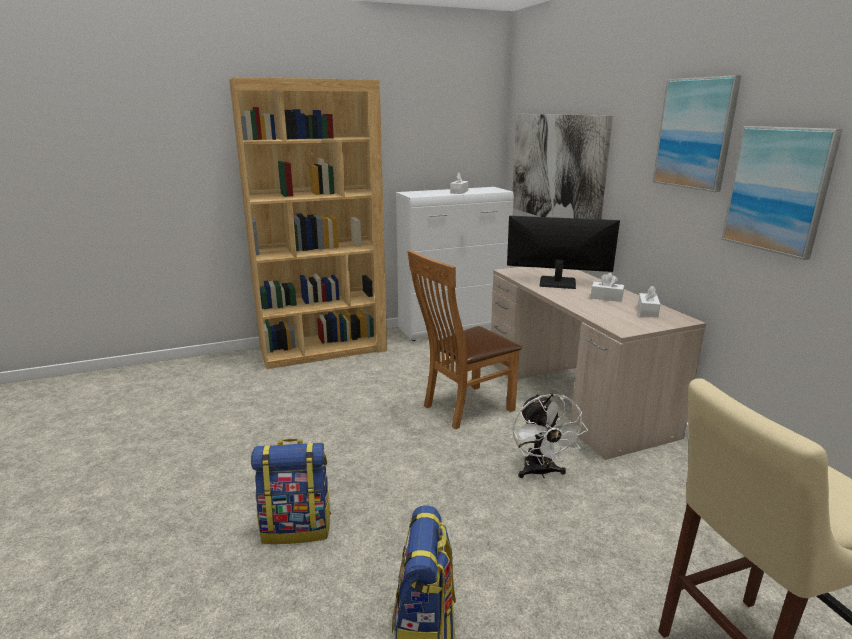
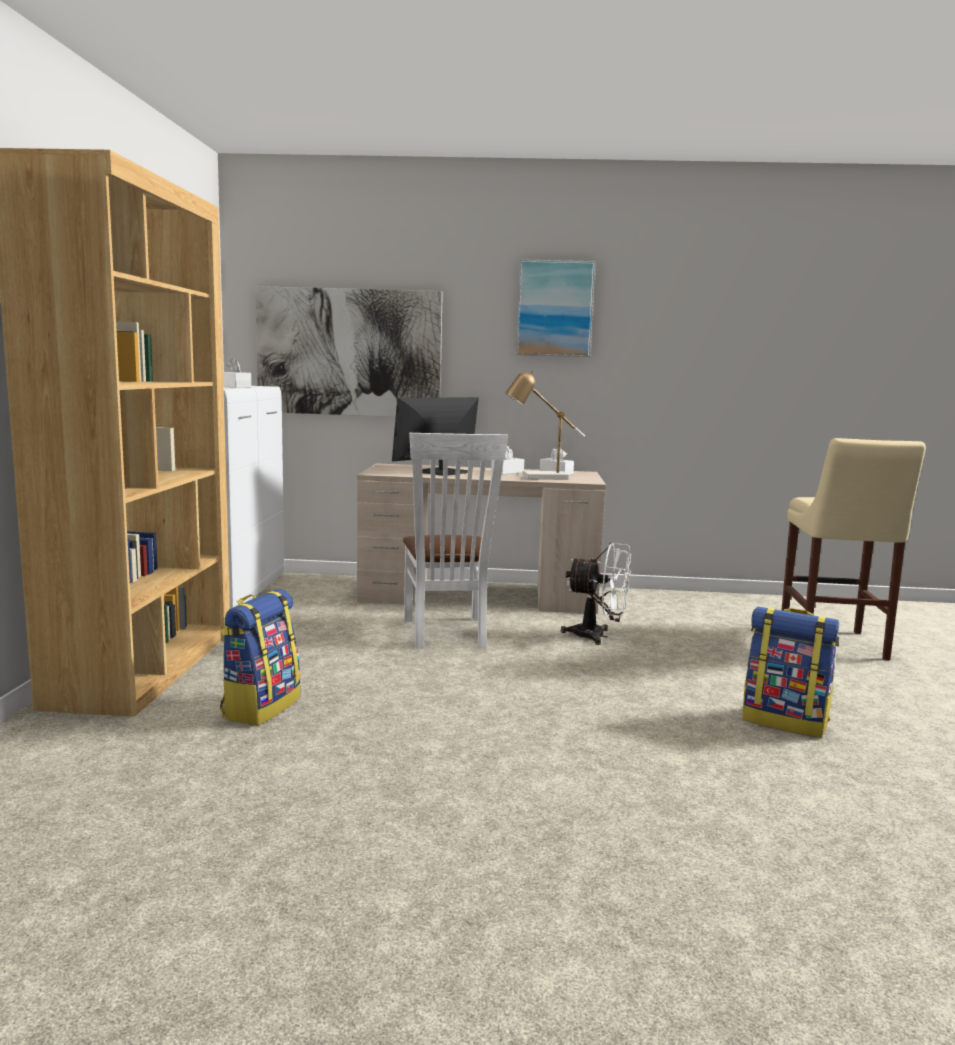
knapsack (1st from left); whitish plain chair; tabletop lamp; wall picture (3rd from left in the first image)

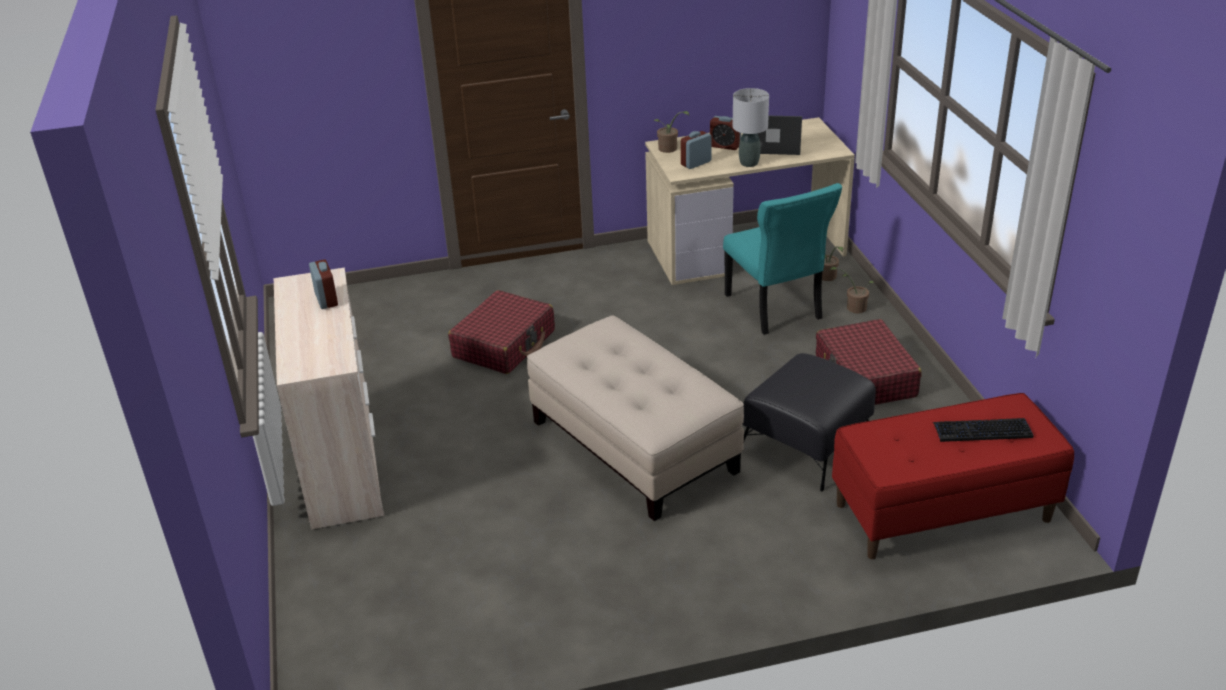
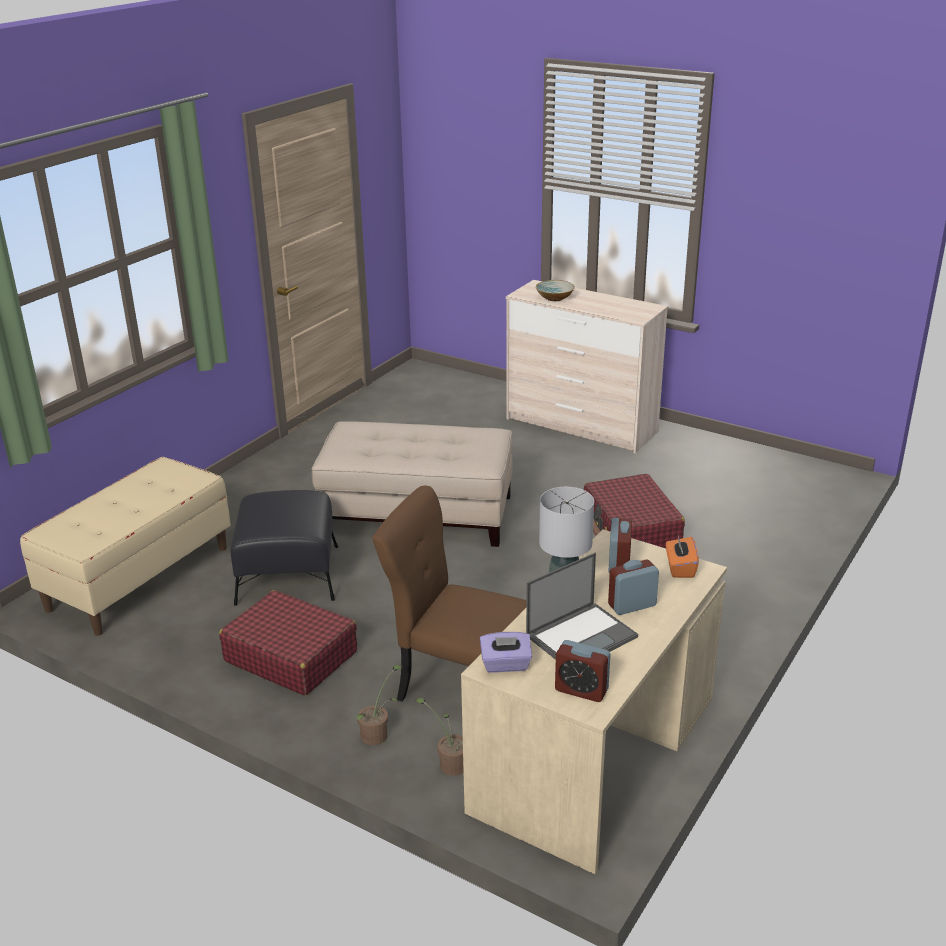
beige-coloured long seat; brown plain chair; purplish tissue holder; bowl; table clock (1st from left); orangey tissue holder; PC keyboard

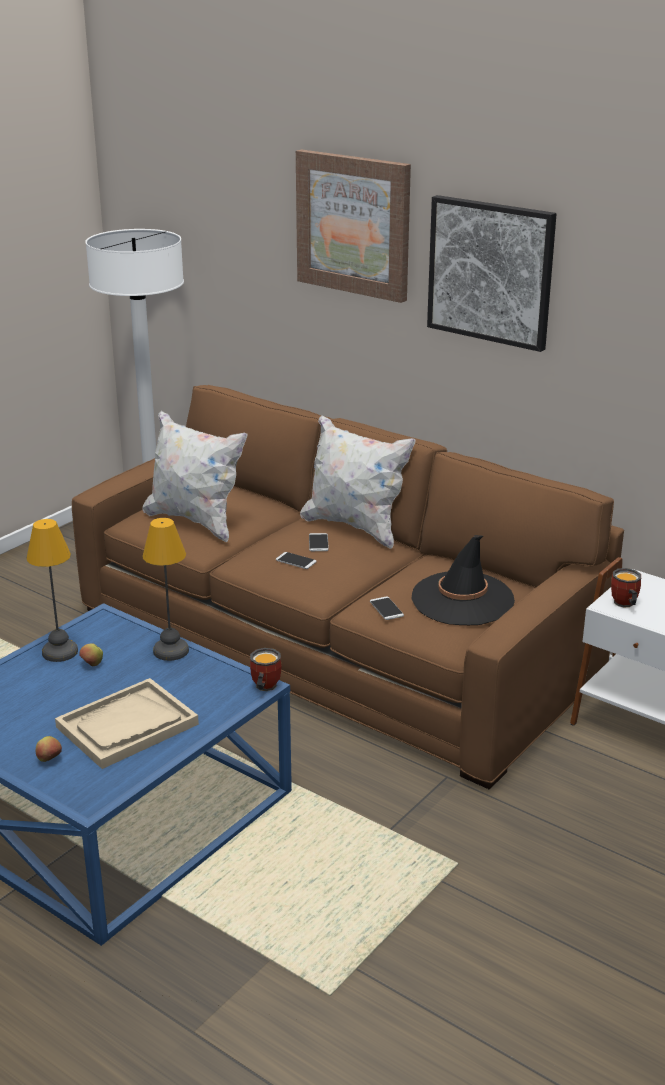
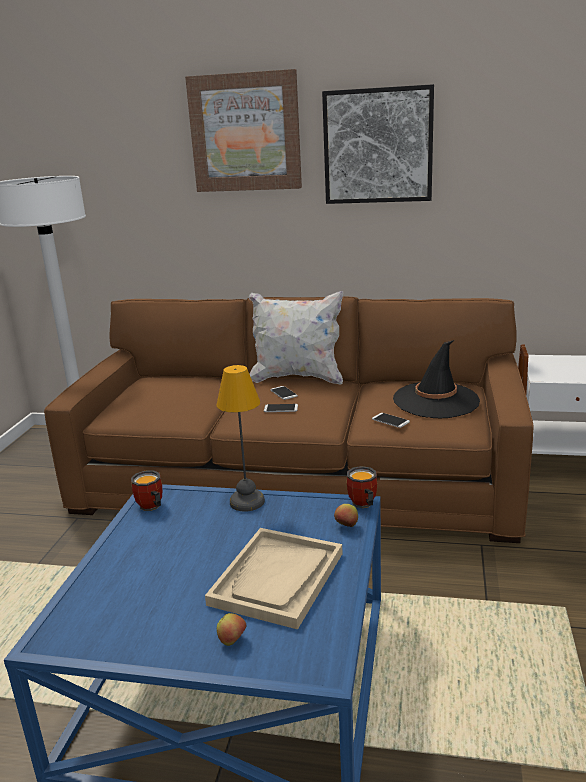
mug (1st from left); whole apple (2nd from left); tabletop lamp (1st from left in the first image); whitish pillow (1st from left in the first image)

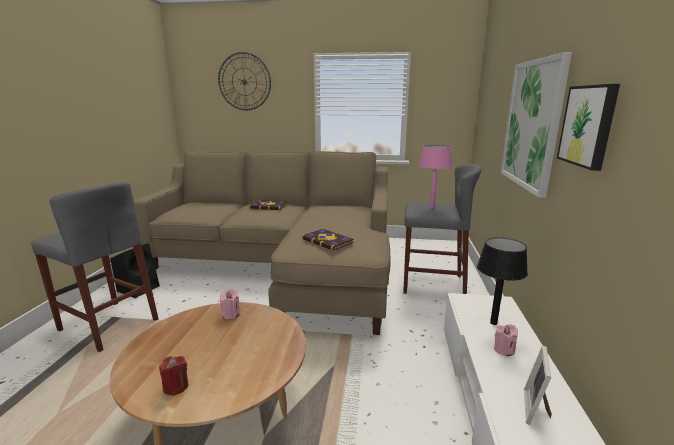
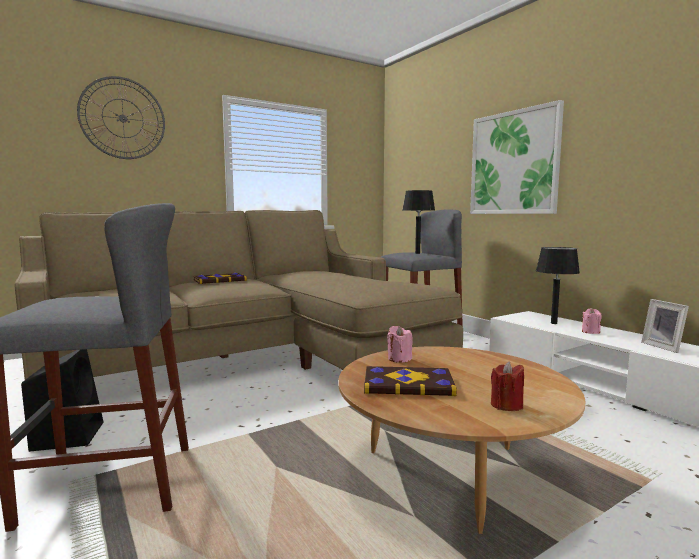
book (2nd from left); black-coloured tabletop lamp (1st from left); wall picture (2nd from left in the first image)

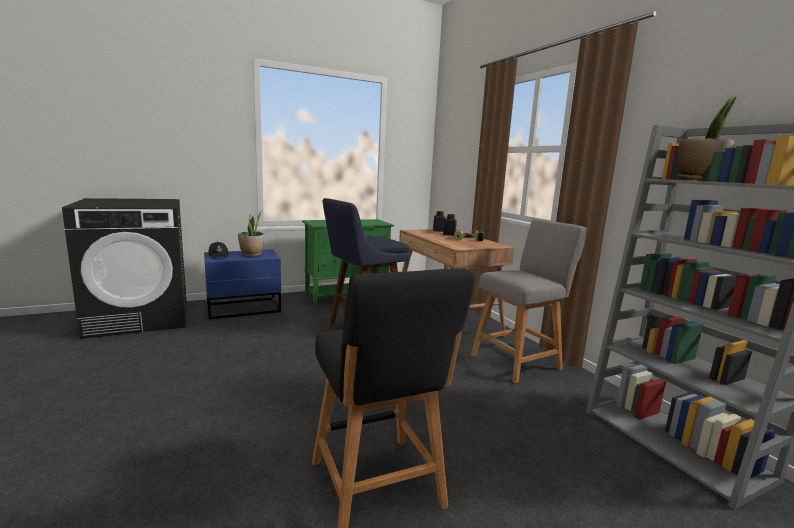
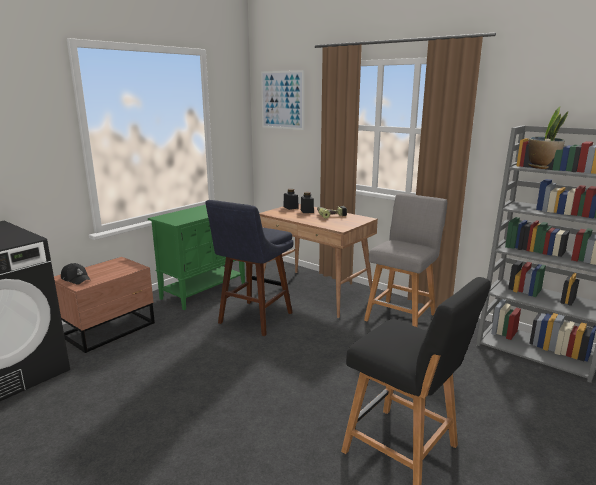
brown night table; wall picture; potted plant (1st from left in the first image)

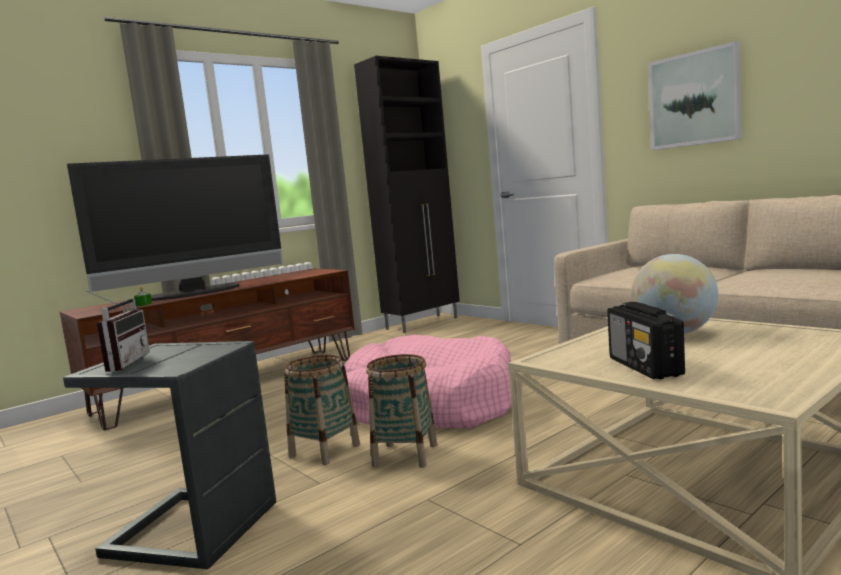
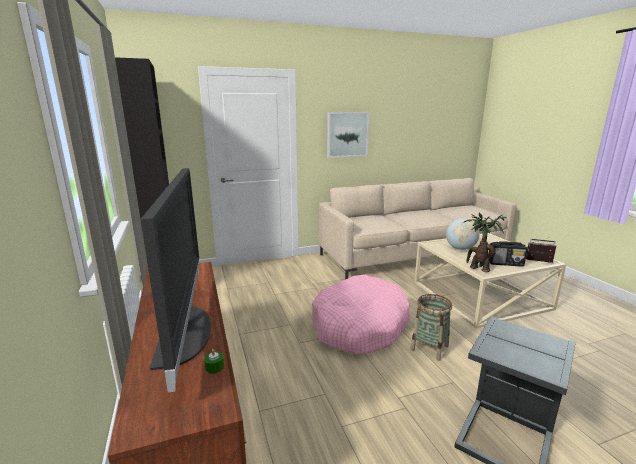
potted plant; radio set (2nd from left); storage basket (1st from left in the first image)

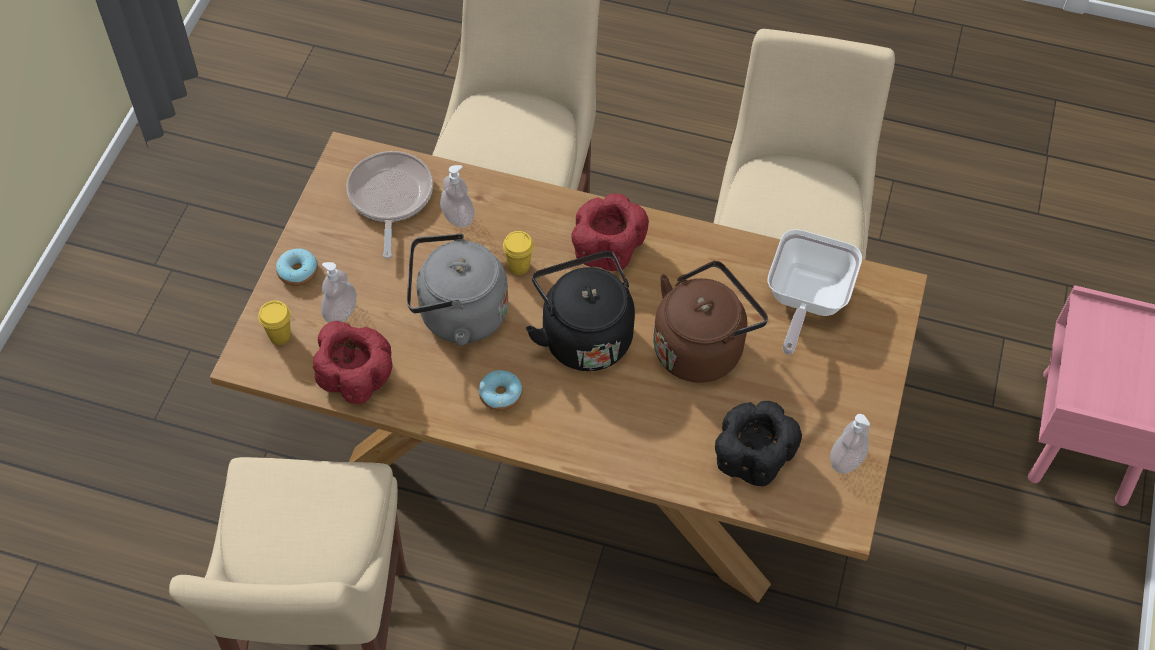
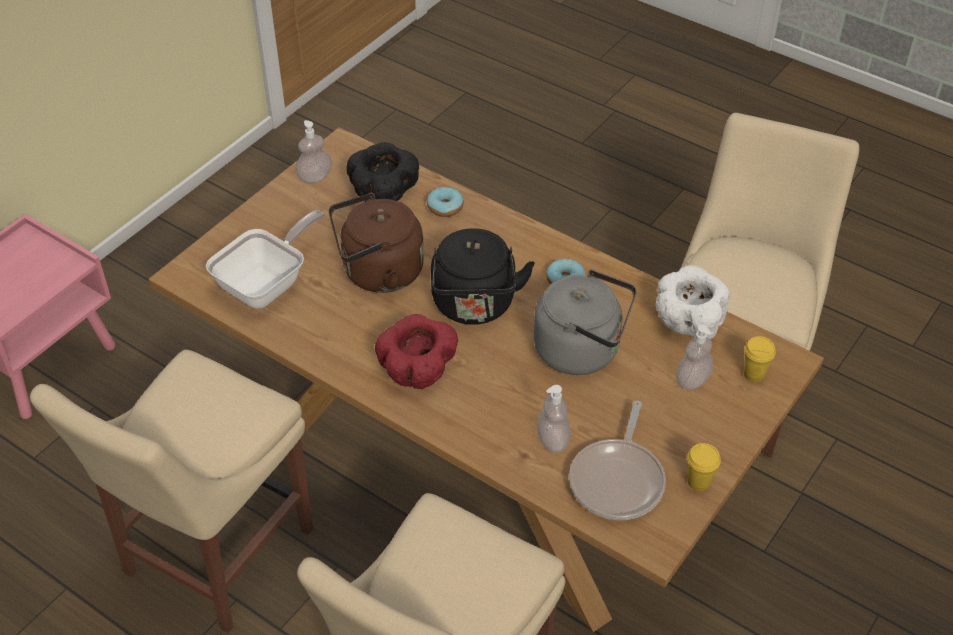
ring doughnut (1st from left); whitish bowl; yellowish drinking cup (1st from left)

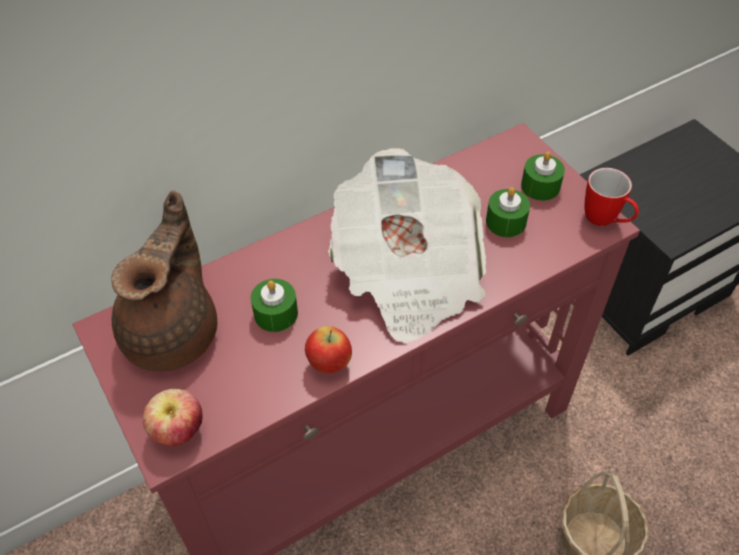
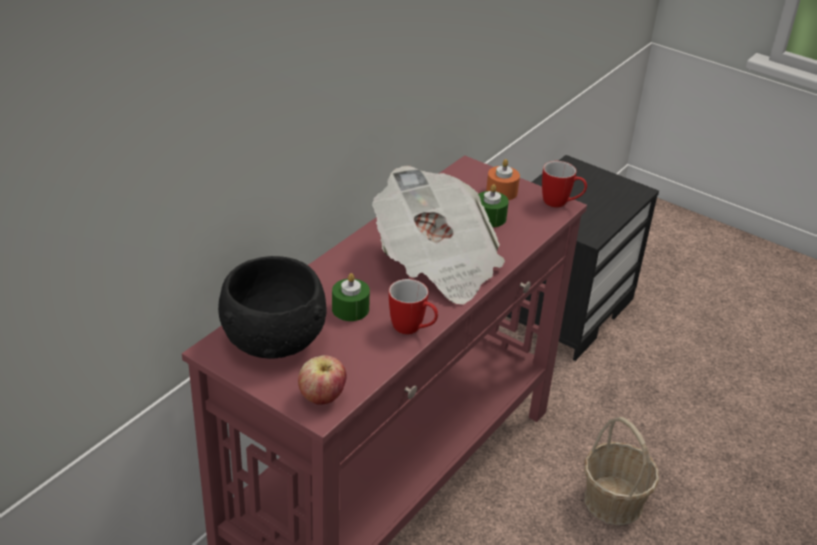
black-coloured bowl; mug (1st from left); orangey wax light

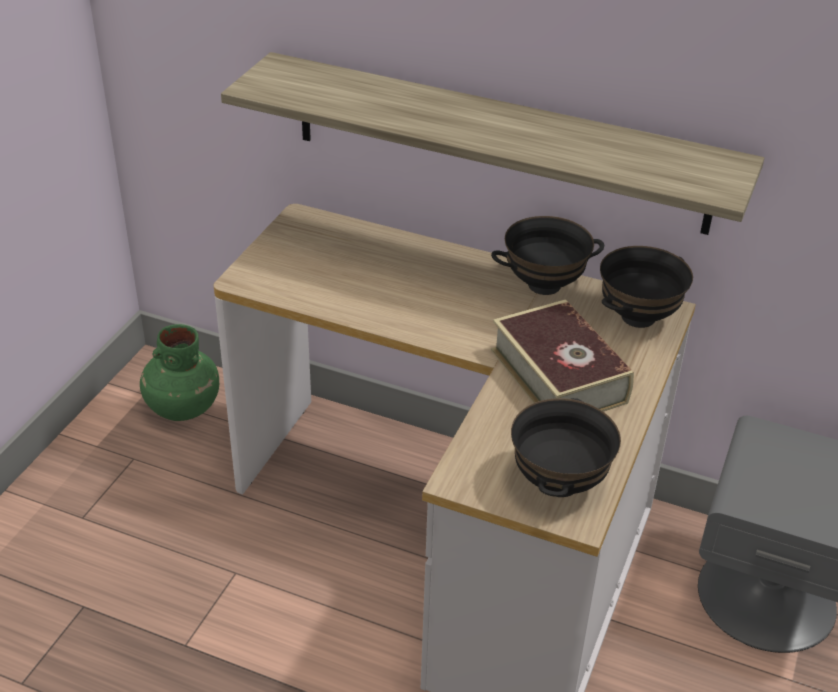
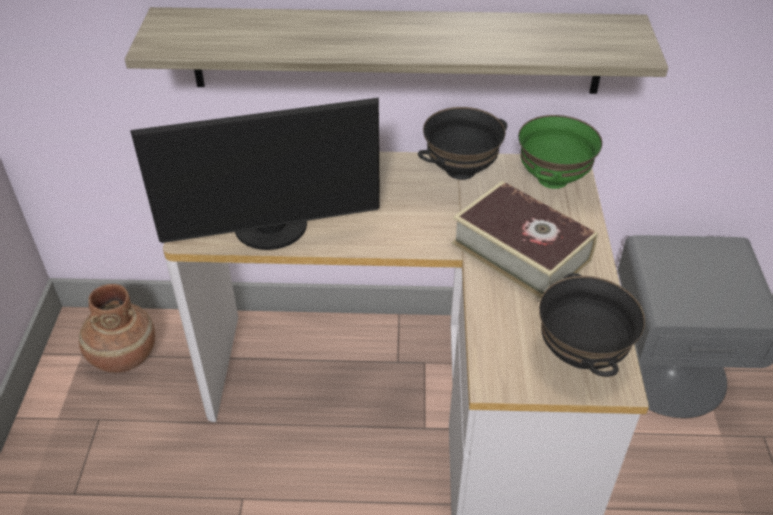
brown decorative vase; computer display; greenish bowl

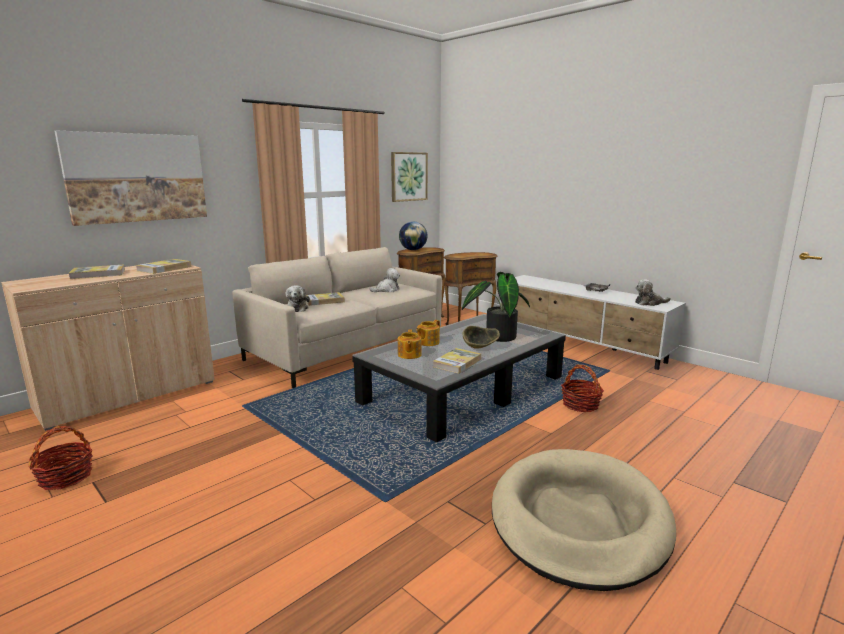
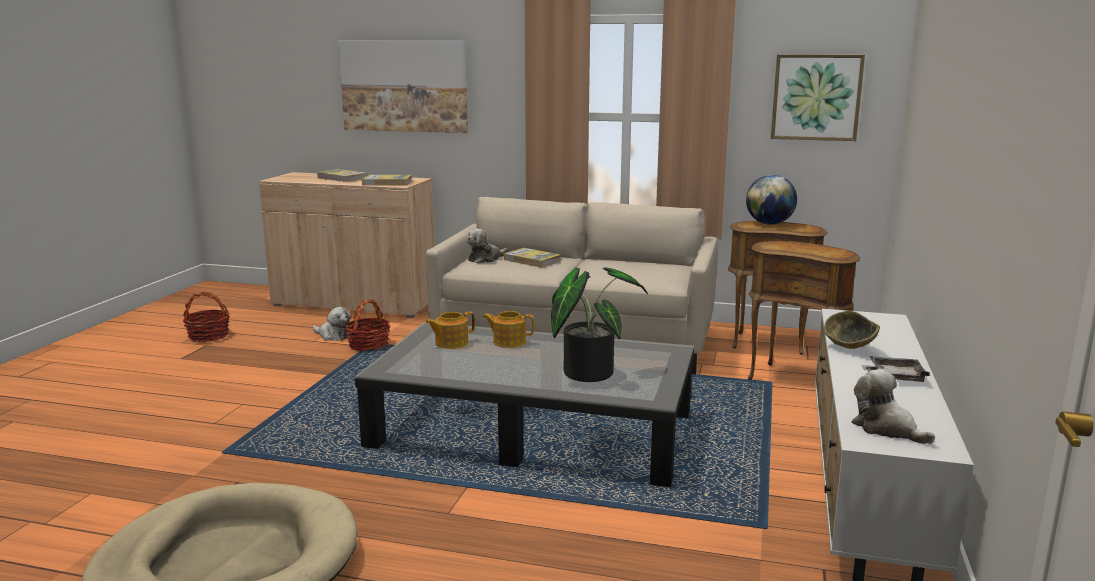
plush toy (1st from left); storage basket (2nd from left); bowl; book (4th from left in the first image)

